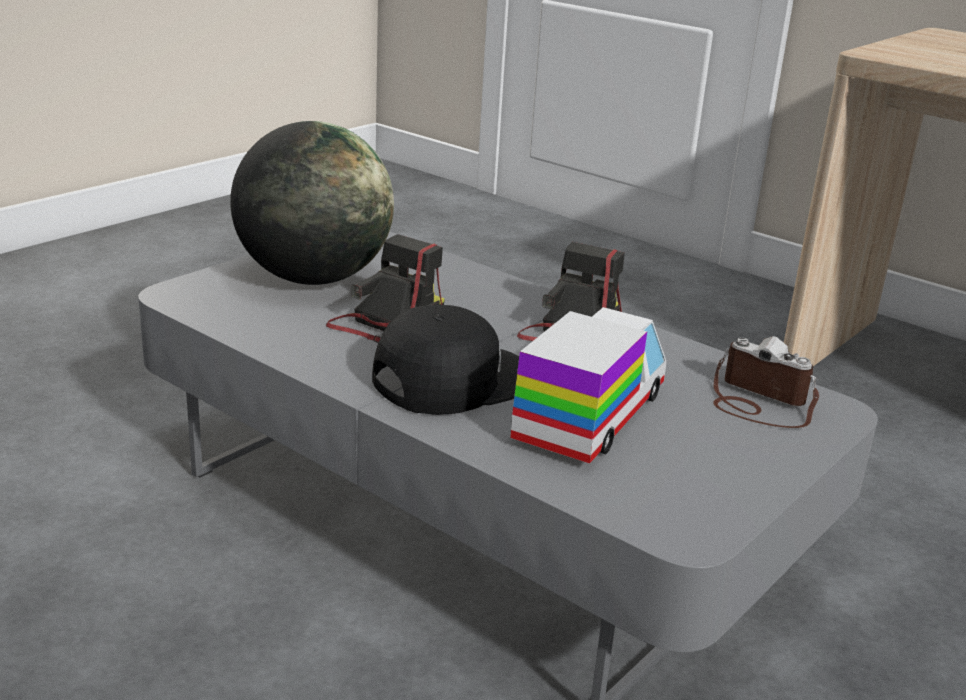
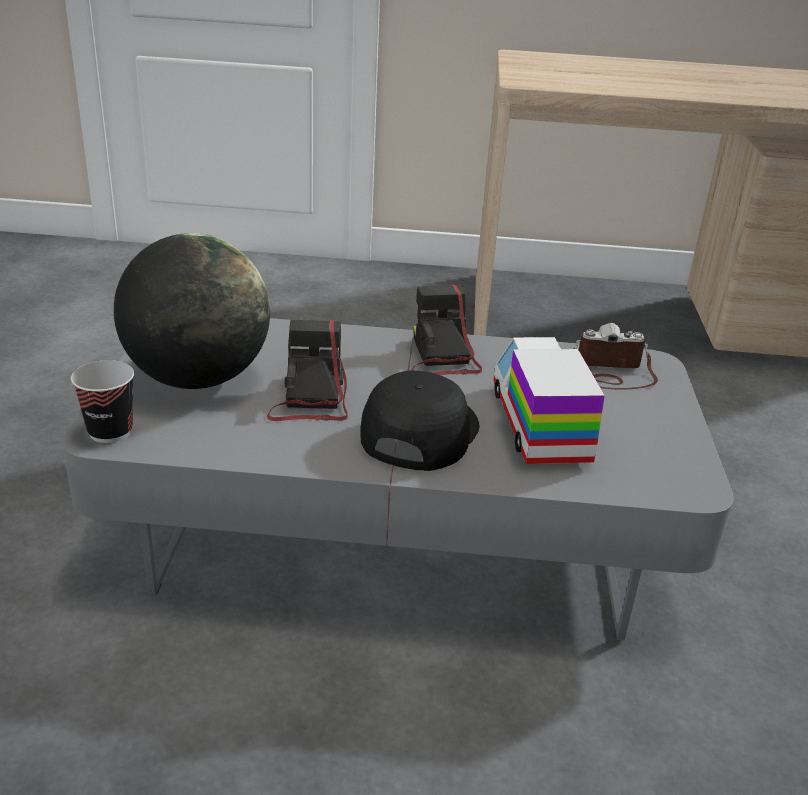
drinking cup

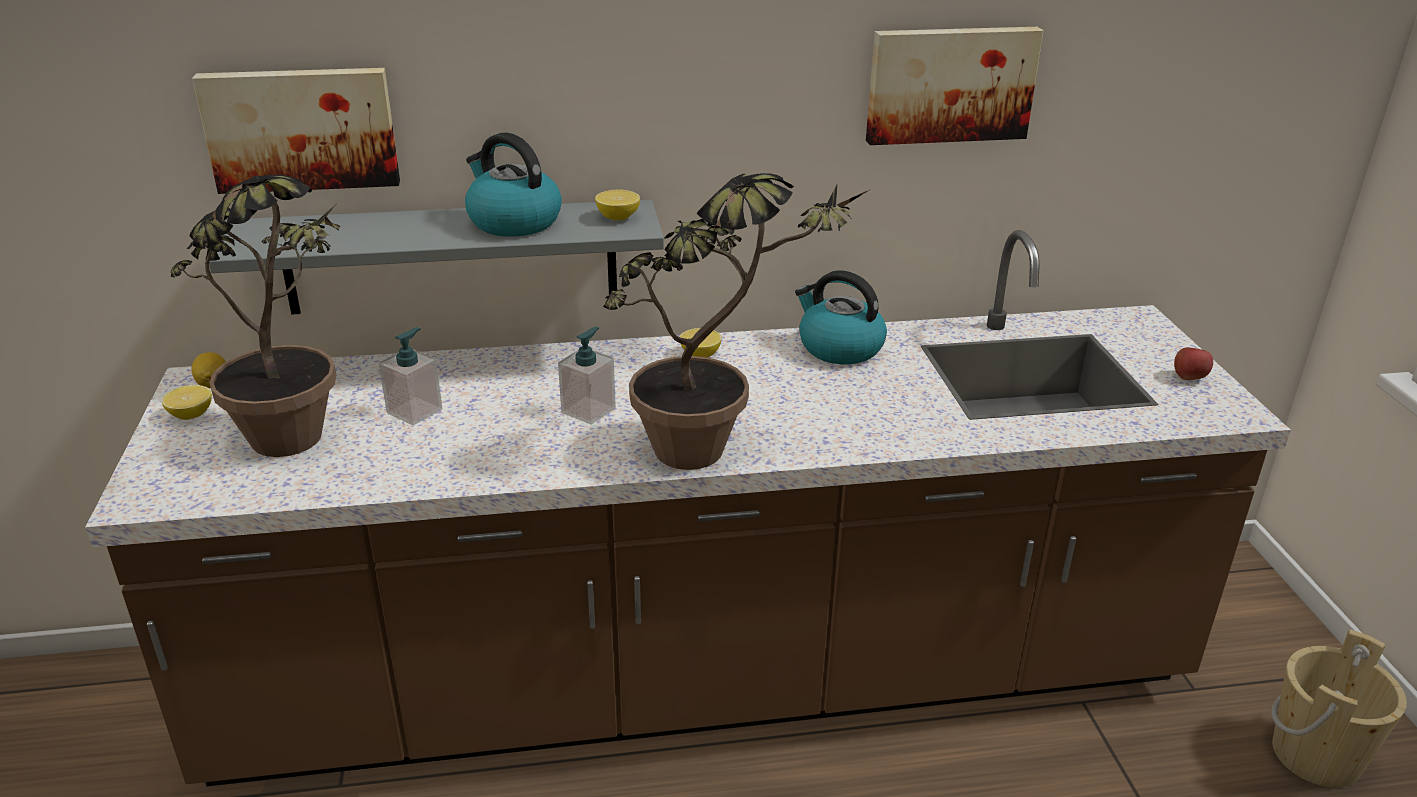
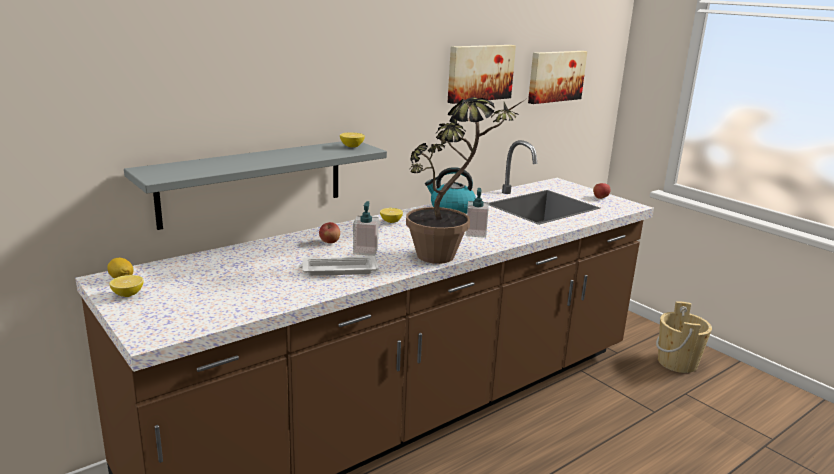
whitish carrying tray; whole apple (1st from left); soap bottle (2nd from left); wall picture (2nd from left); potted plant (1st from left in the first image); water kettle (1st from left in the first image)

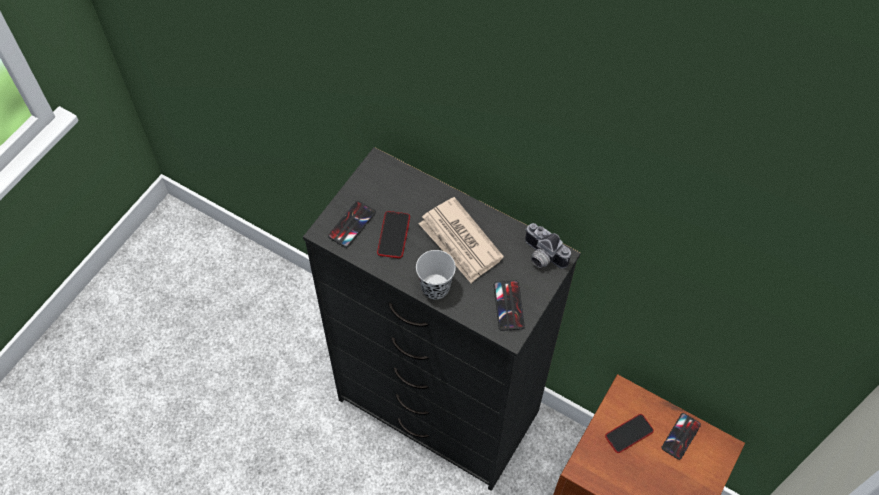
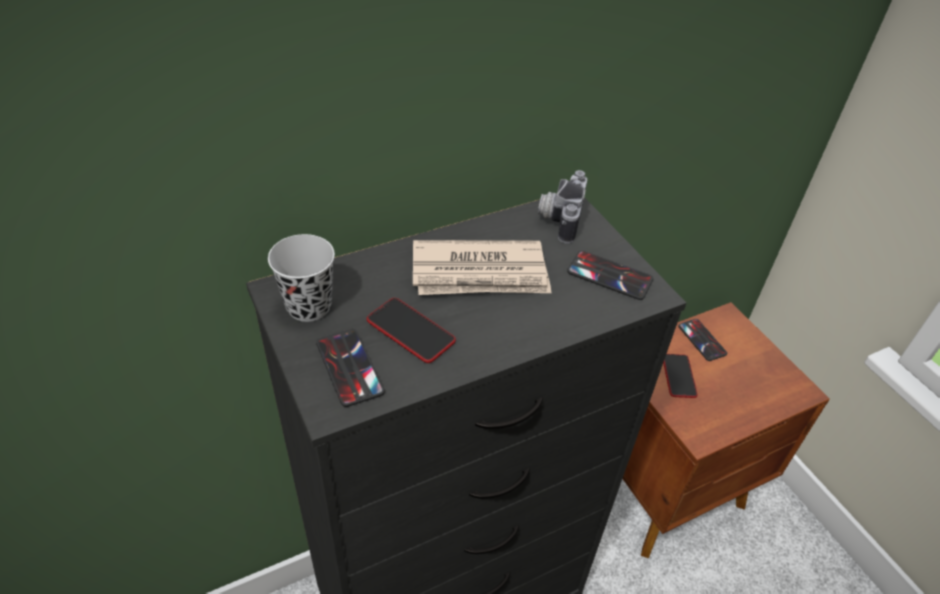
black-coloured drinking cup; still camera

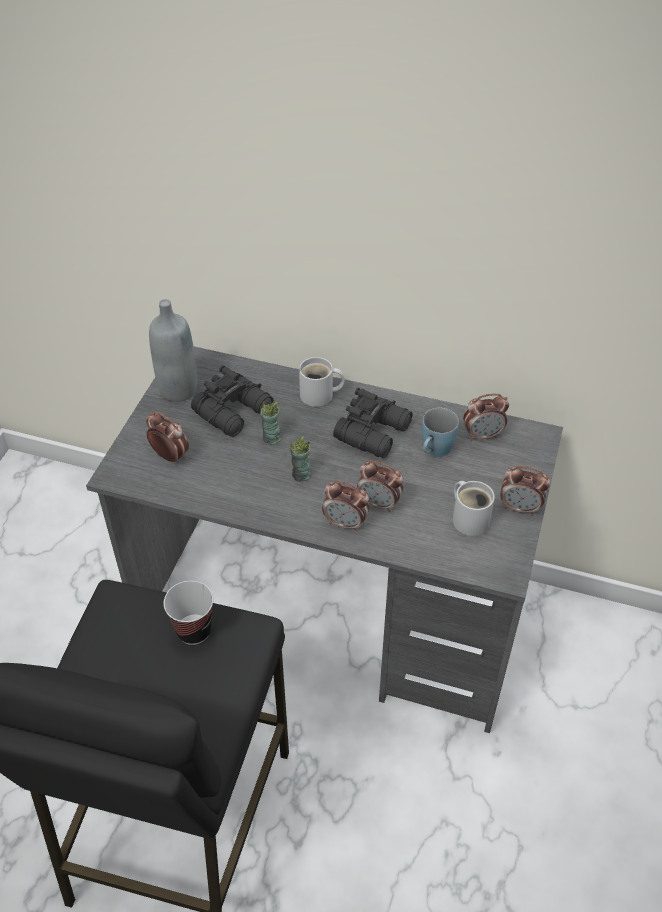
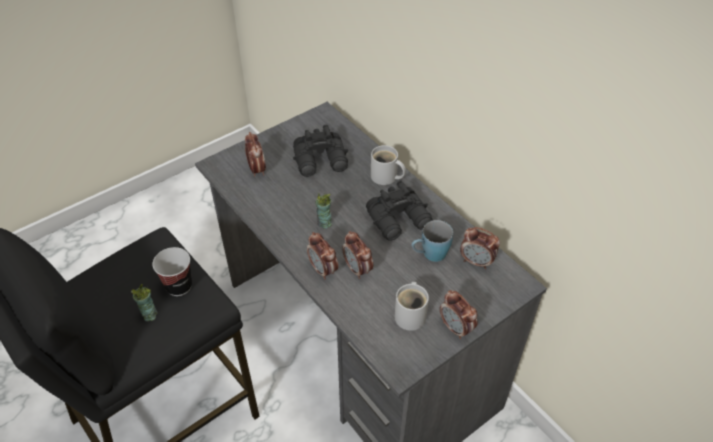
drinking cup (1st from left); grey bottle

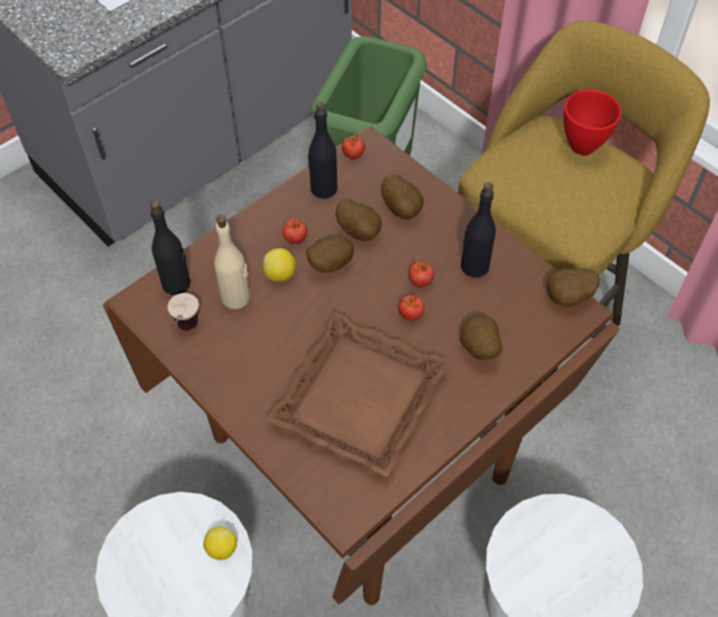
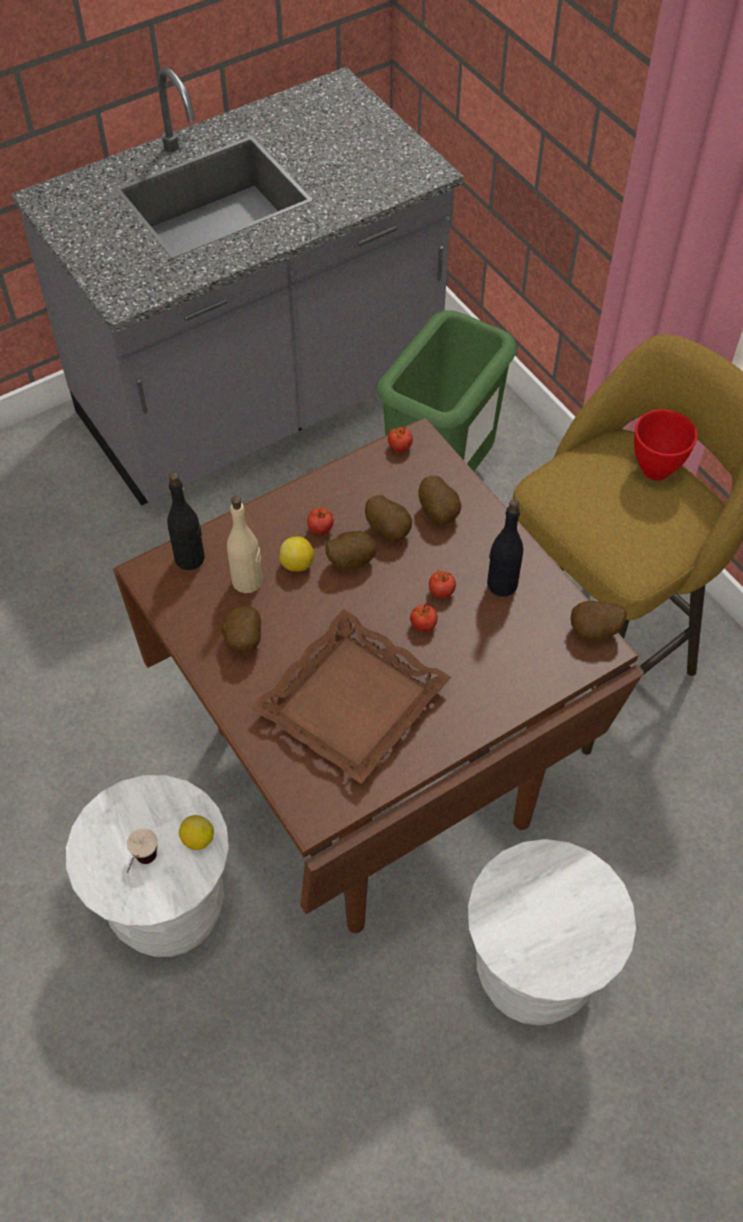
drinking cup; whole potato (1st from left); black-coloured bottle (2nd from left in the first image)

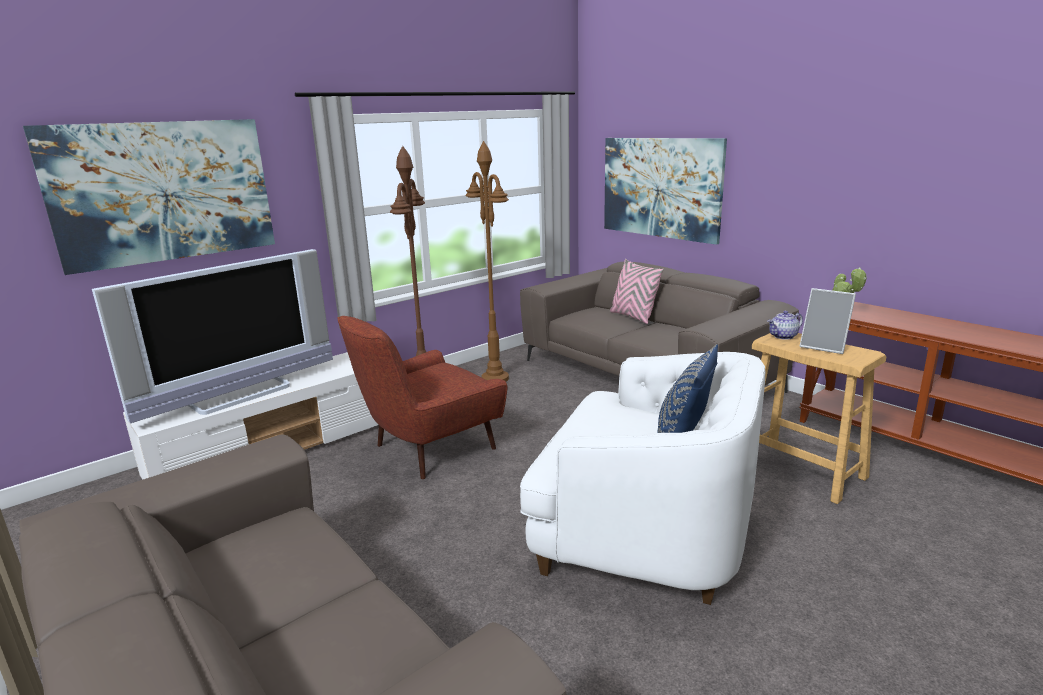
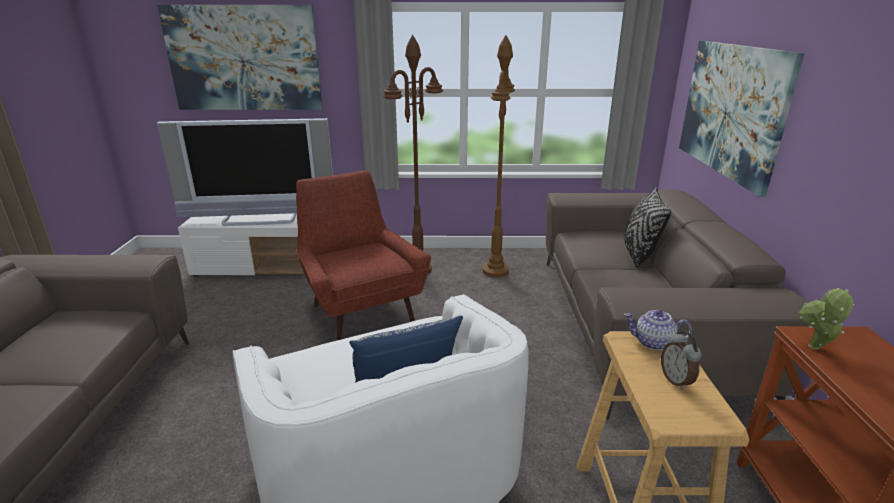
red-coloured lounge chair; black-coloured pillow; table clock

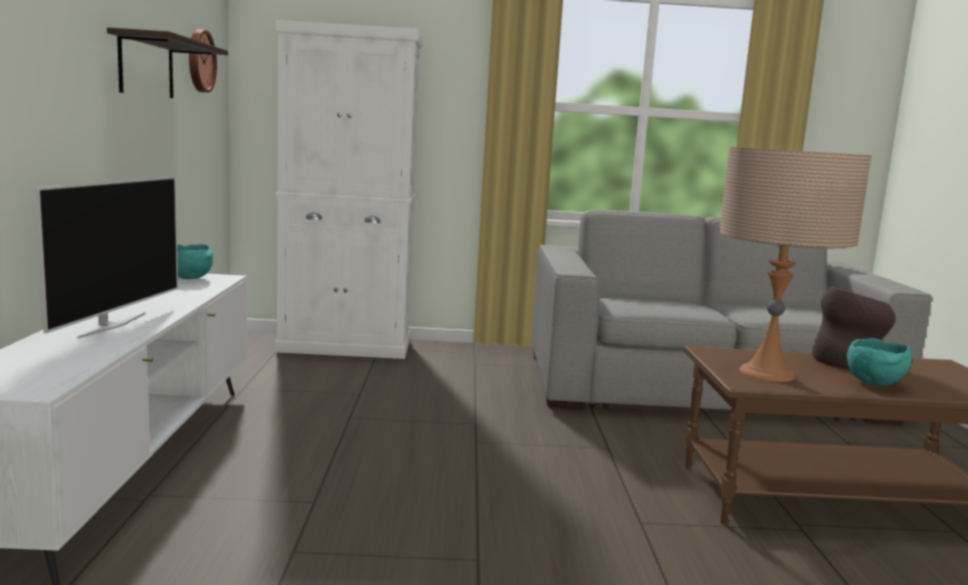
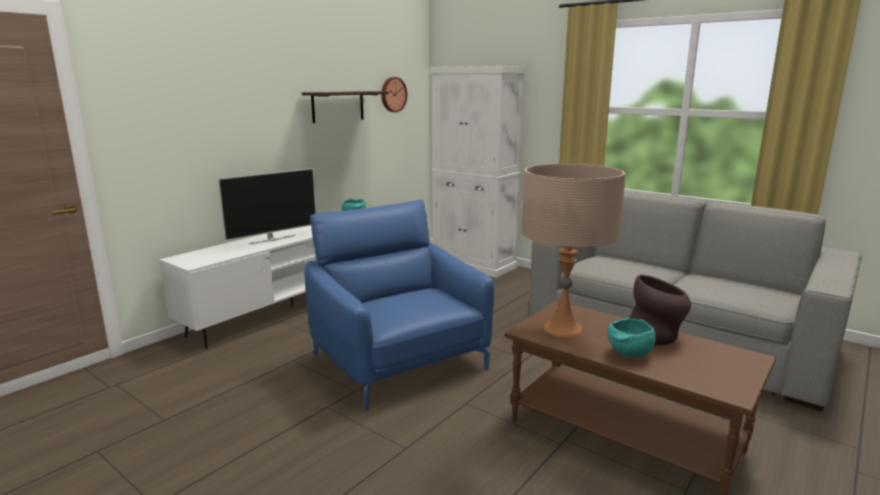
bluish lounge chair

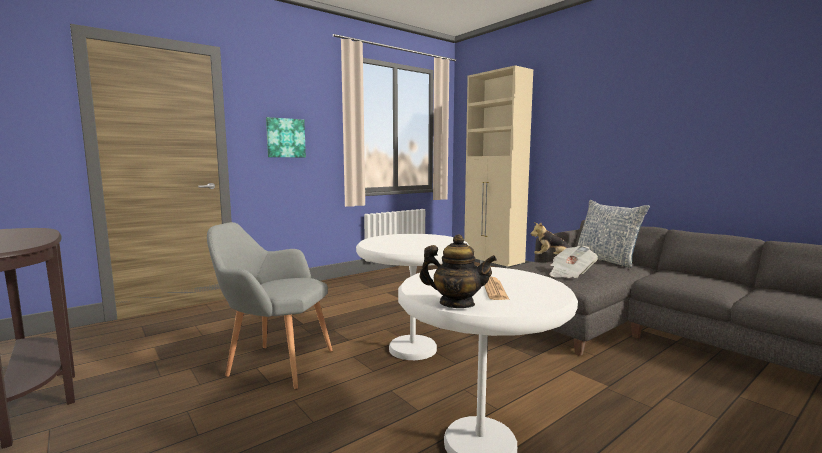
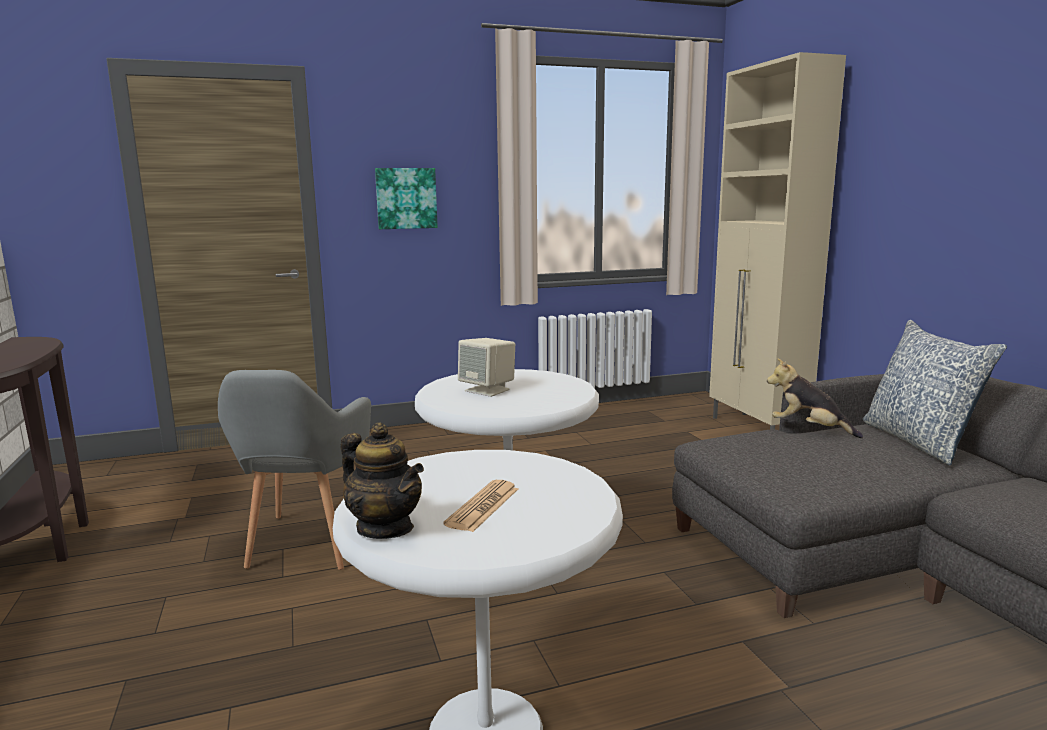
grey lounge chair; beige-coloured speaker; printed paper (2nd from left in the first image)

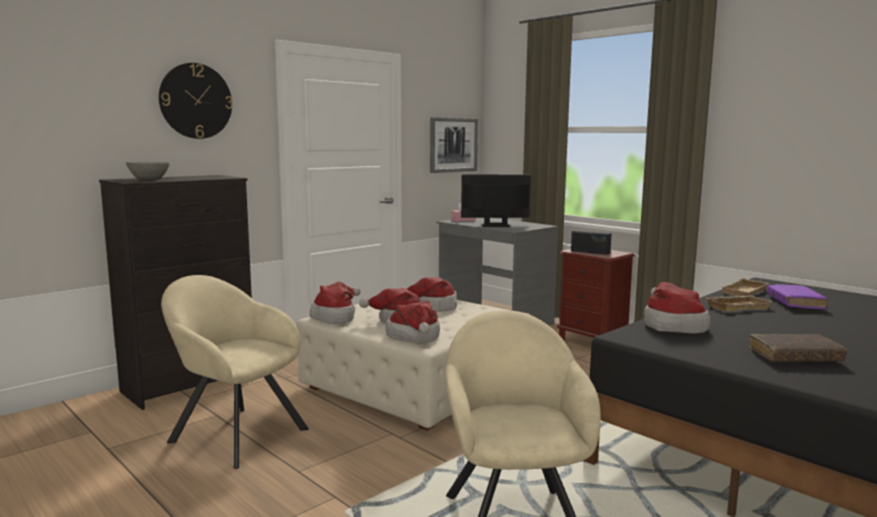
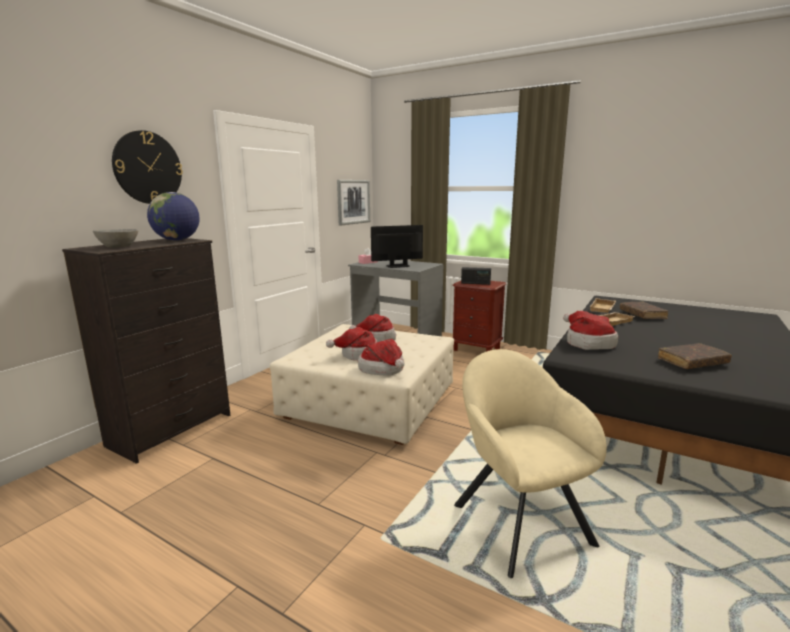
world globe; brown book (1st from left); beige-coloured lounge chair (1st from left in the first image); hat (1st from left in the first image)

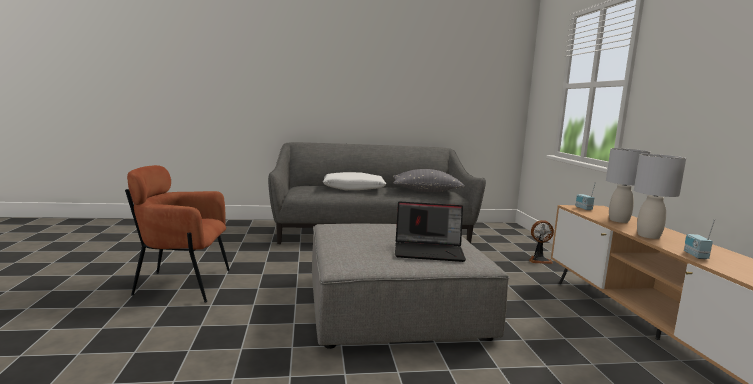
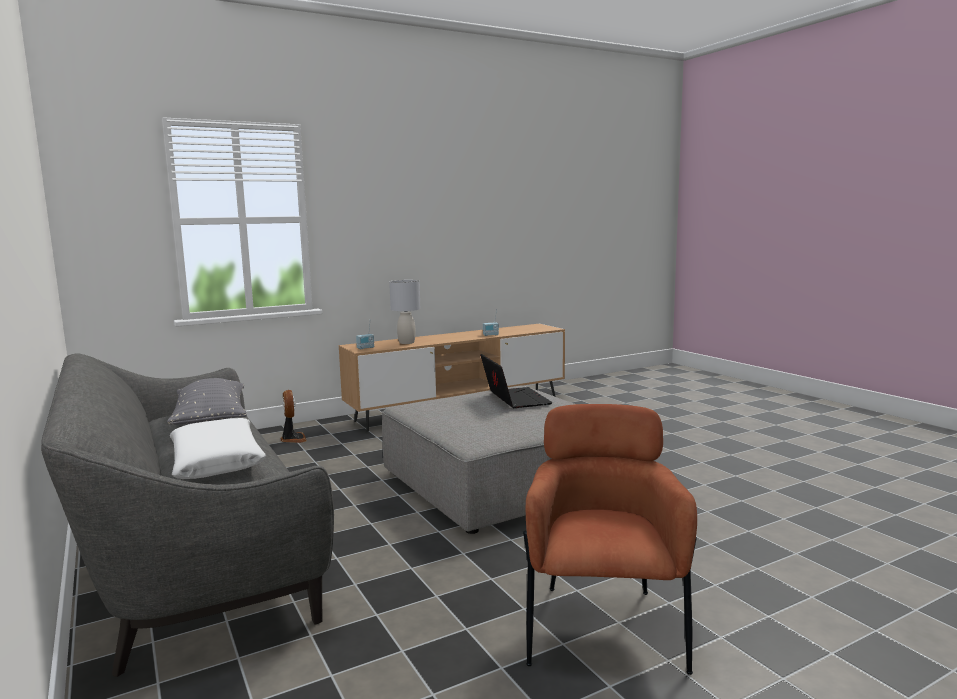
brown lounge chair; grey tabletop lamp (2nd from left in the first image)

